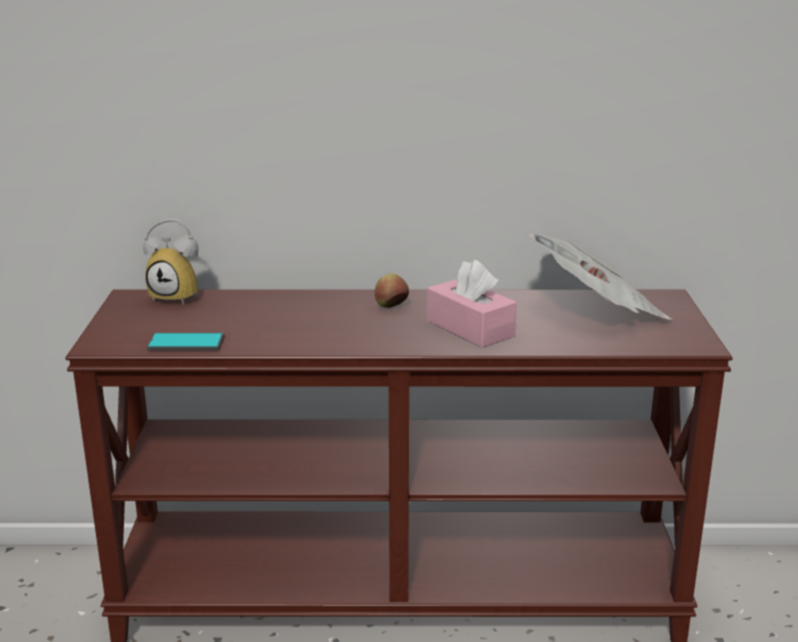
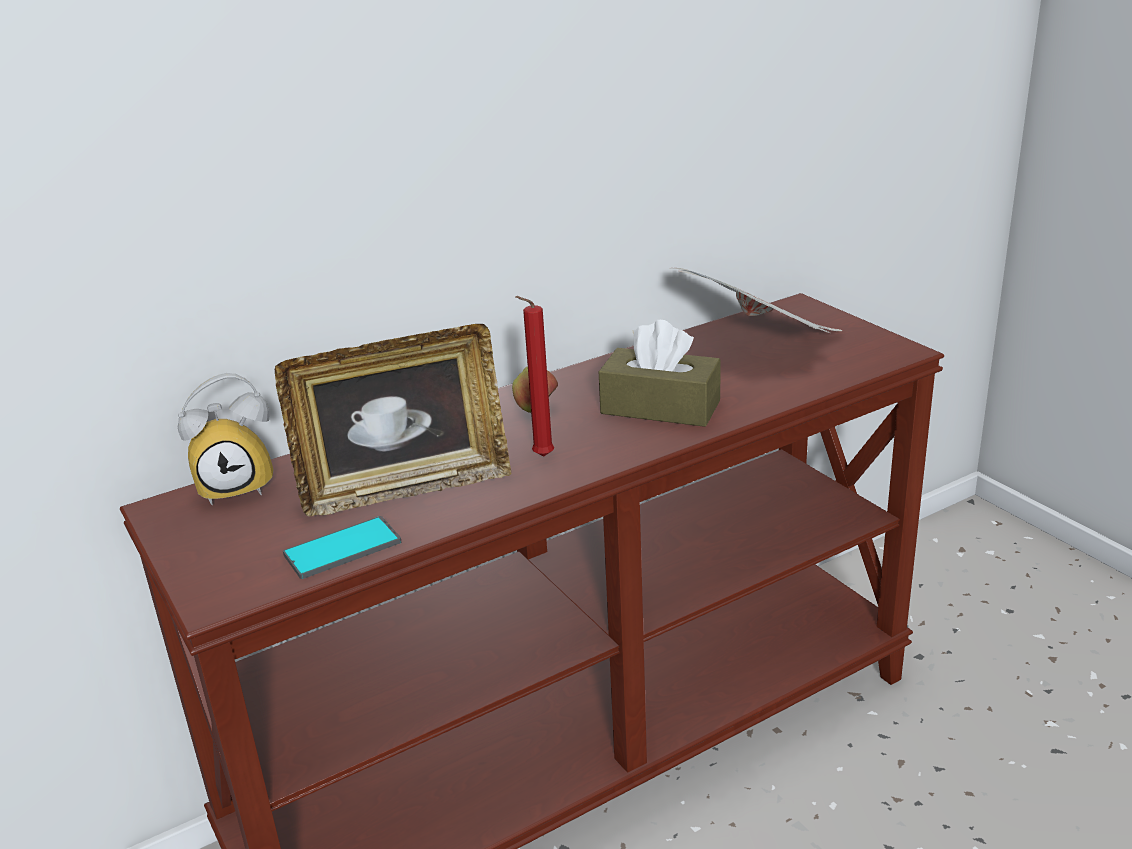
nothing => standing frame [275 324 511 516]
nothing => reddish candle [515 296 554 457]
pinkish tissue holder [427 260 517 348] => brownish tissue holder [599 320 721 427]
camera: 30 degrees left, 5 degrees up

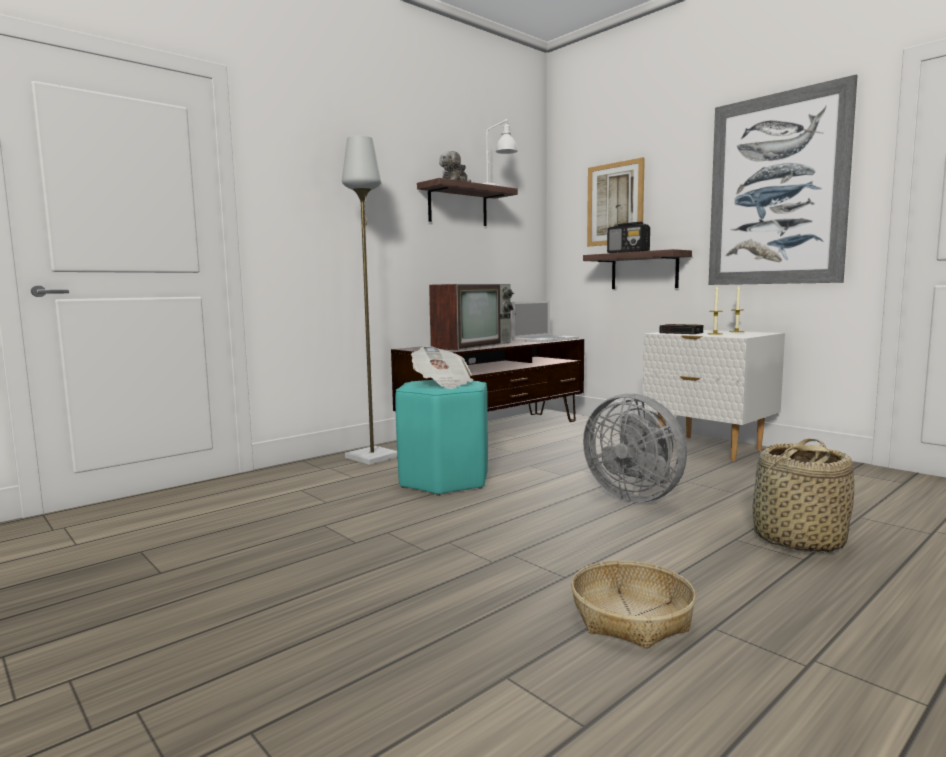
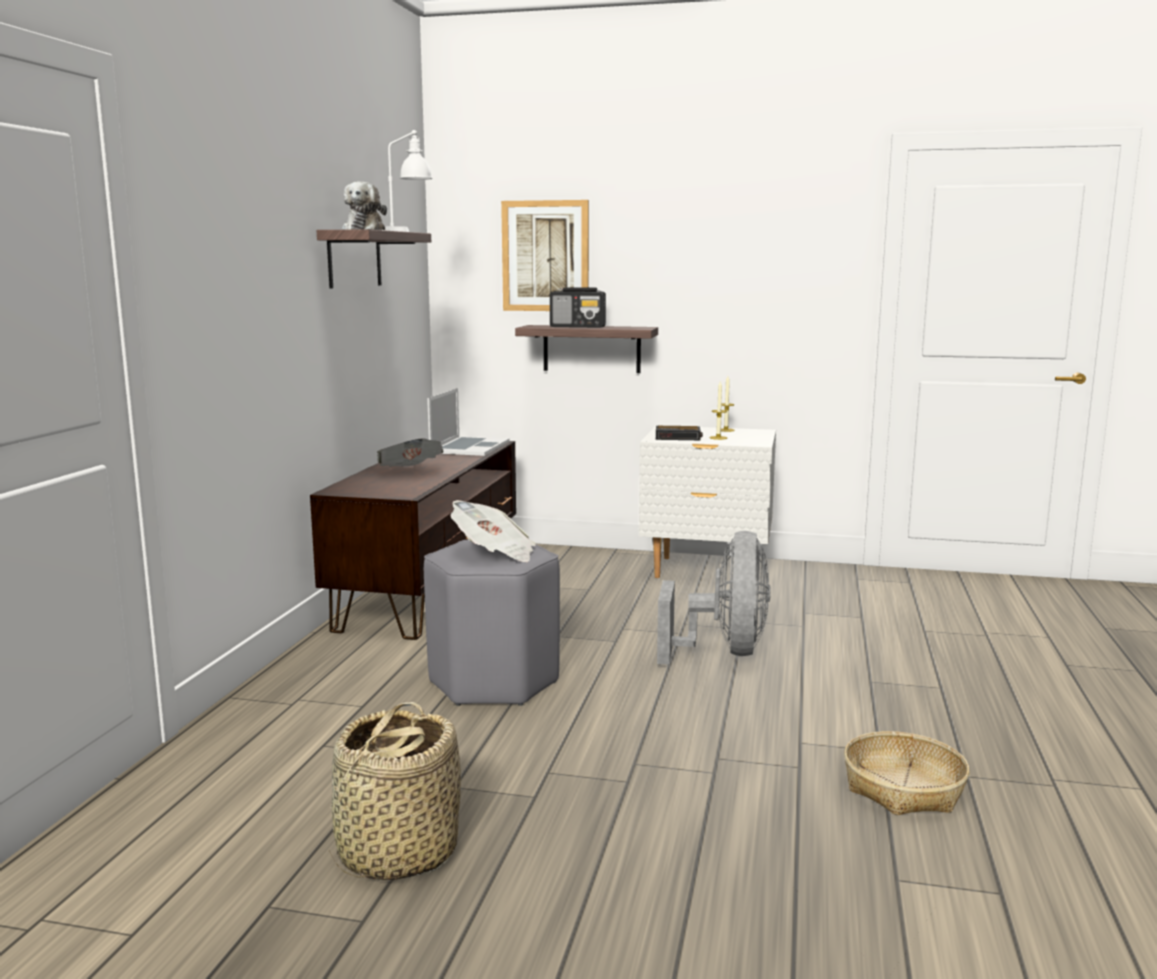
gray standing lamp [342 136 397 465] => nothing
picture [709 74 858 285] => nothing
basket [753 438 854 553] => basket [329 702 461 880], shifted
TV [429 284 514 350] => printed paper [377 439 444 467]
turquoise stool seat [395 380 488 496] => gray stool seat [424 540 560 706]
gray electric fan [583 394 687 502] => gray electric fan [657 531 771 665], 90 degrees counterclockwise
camera: 35 degrees left, 5 degrees up

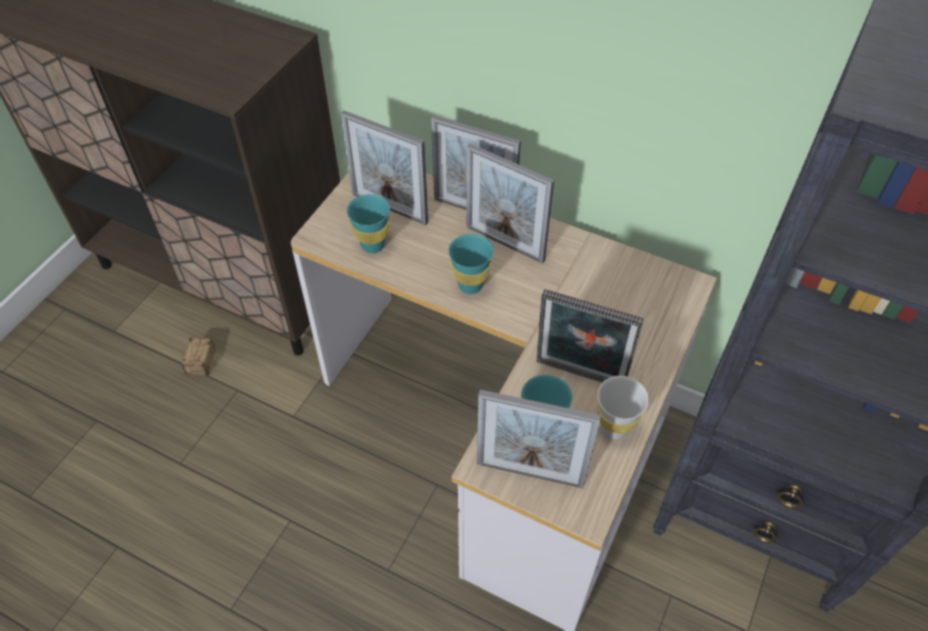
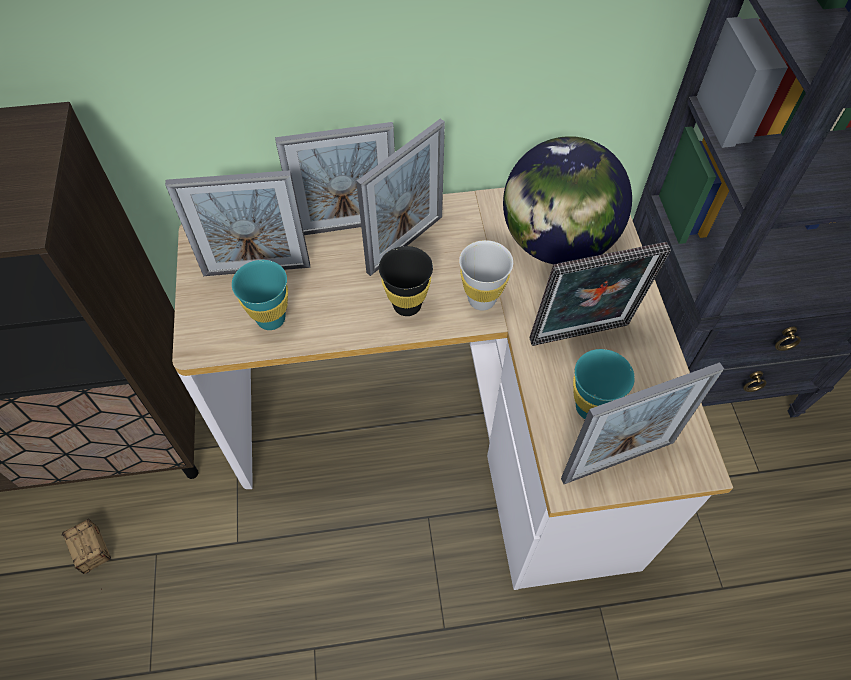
nothing => world globe [503 136 632 264]
whitish cup [597 376 649 440] => whitish cup [459 240 513 310], shifted
turquoise cup [448 234 494 294] => blackish cup [379 246 433 316]
standing frame [466 143 554 264] => standing frame [356 119 445 276], 45 degrees counterclockwise
camera: 35 degrees left, 5 degrees up

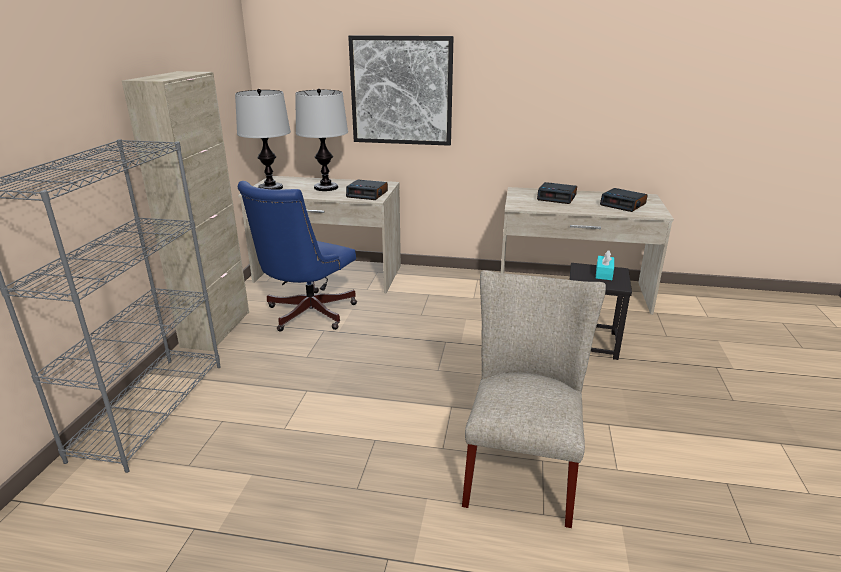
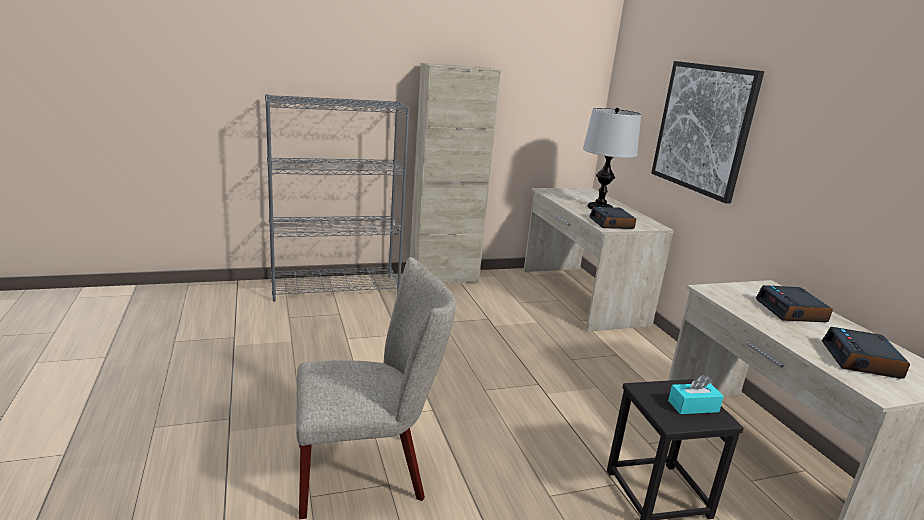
table lamp [235 89 291 190] => nothing
blue-coloured computer chair [238 181 357 332] => nothing
camera: 60 degrees right, 5 degrees down

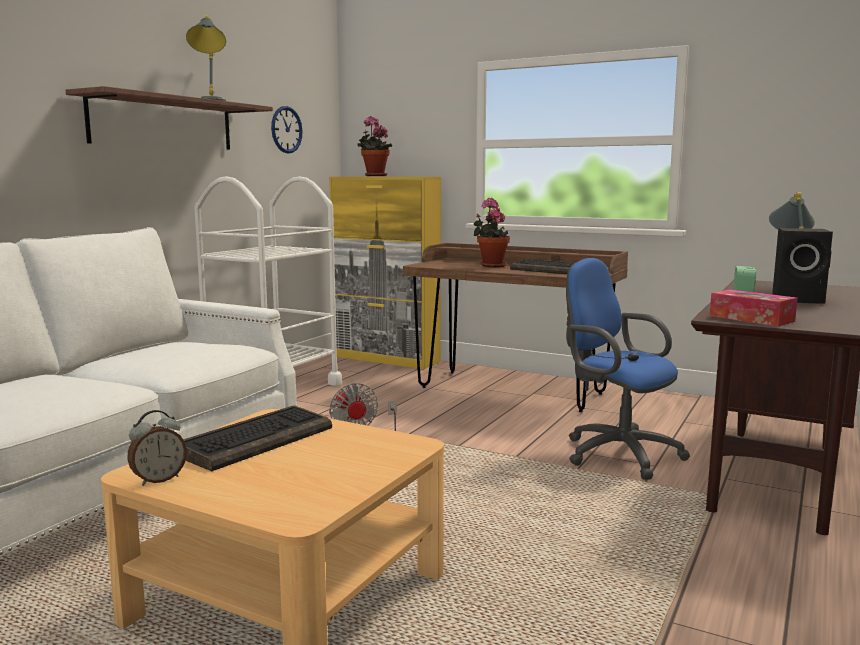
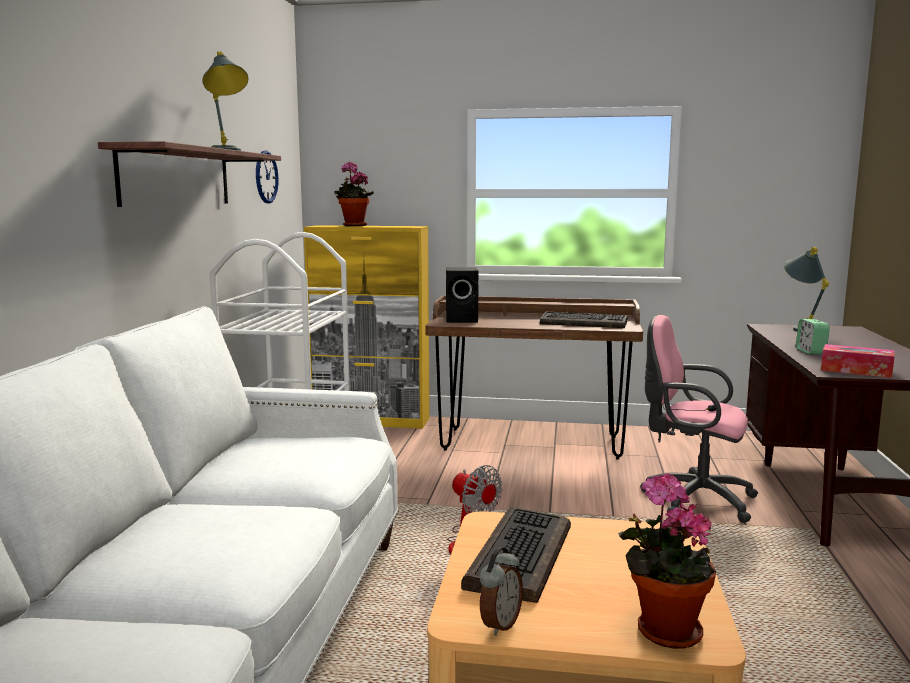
potted plant [474 198 510 267] => potted plant [618 473 716 649], shifted
blackish loudspeaker [772 228 833 304] => blackish loudspeaker [446 267 478 323], shifted
blue-coloured computer chair [566 258 690 480] => pinkish computer chair [640 315 758 523]
camera: 20 degrees left, 0 degrees up

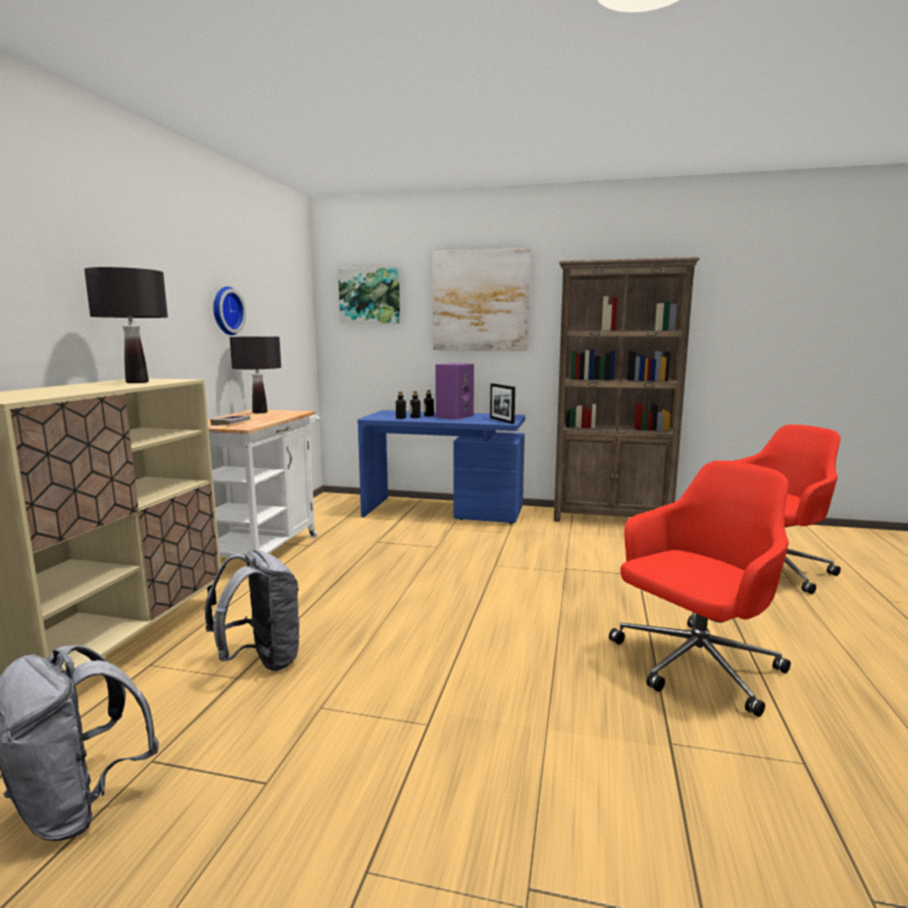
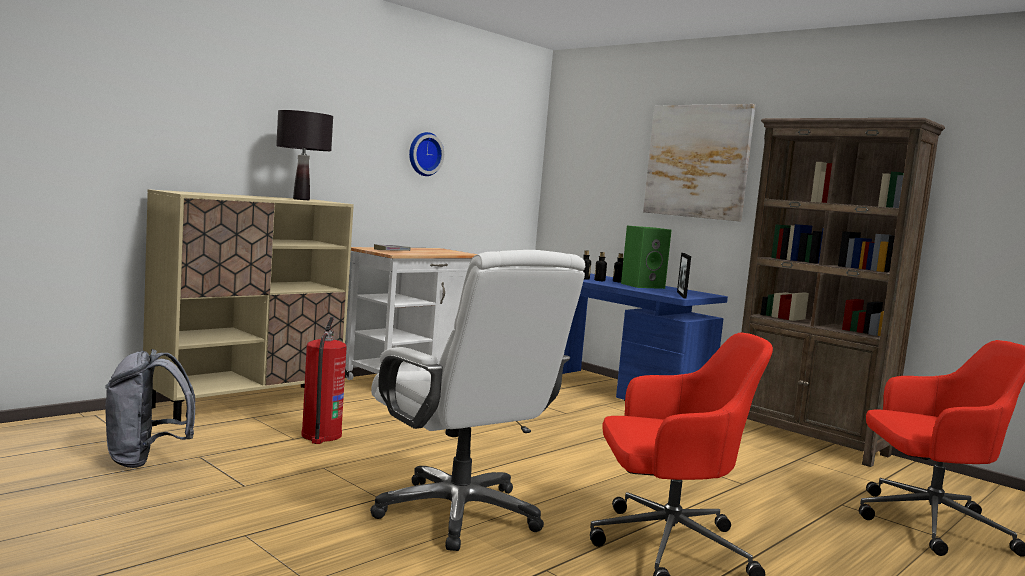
blackish table lamp [230 337 281 413] => nothing
picture [338 267 400 324] => nothing
nothing => whitish computer chair [370 250 585 551]
gray backpack [205 549 301 671] => fire-fighting cylinder [301 317 347 444]
purplish loudspeaker [435 363 474 420] => green loudspeaker [621 226 672 289]
camera: 30 degrees right, 5 degrees down

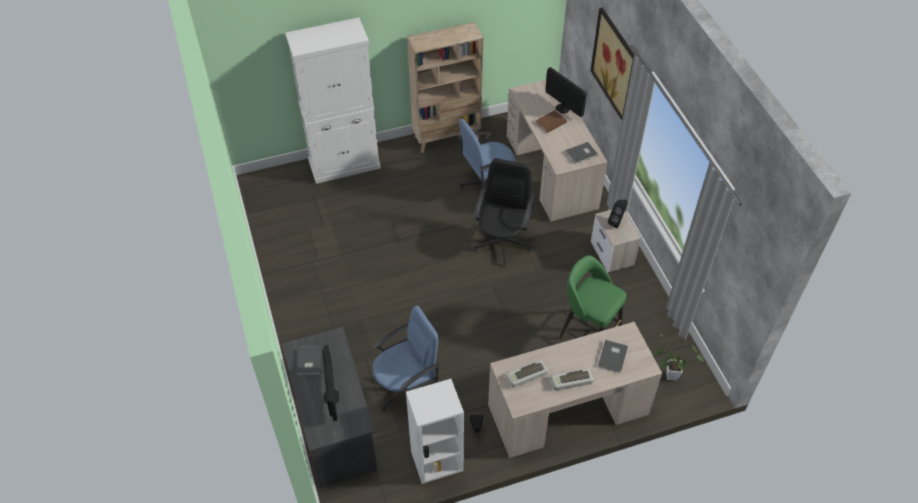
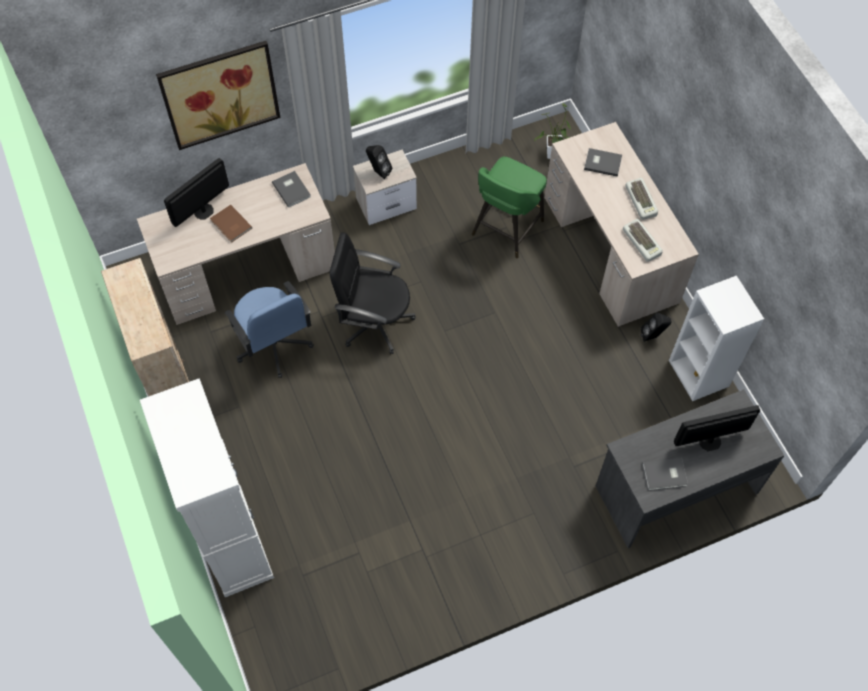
blue-coloured computer chair [373 305 440 412] => nothing
camera: 95 degrees left, 10 degrees up

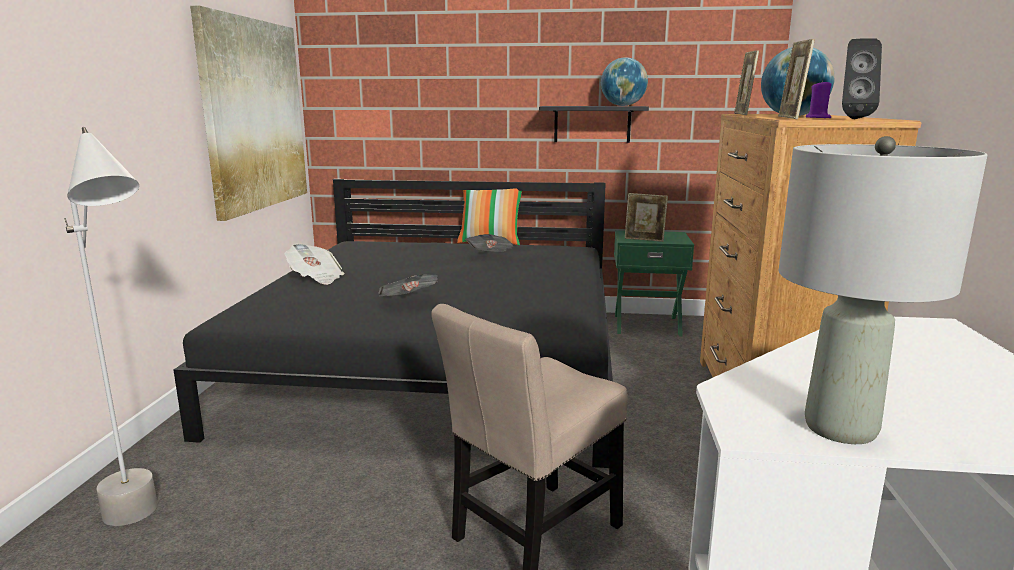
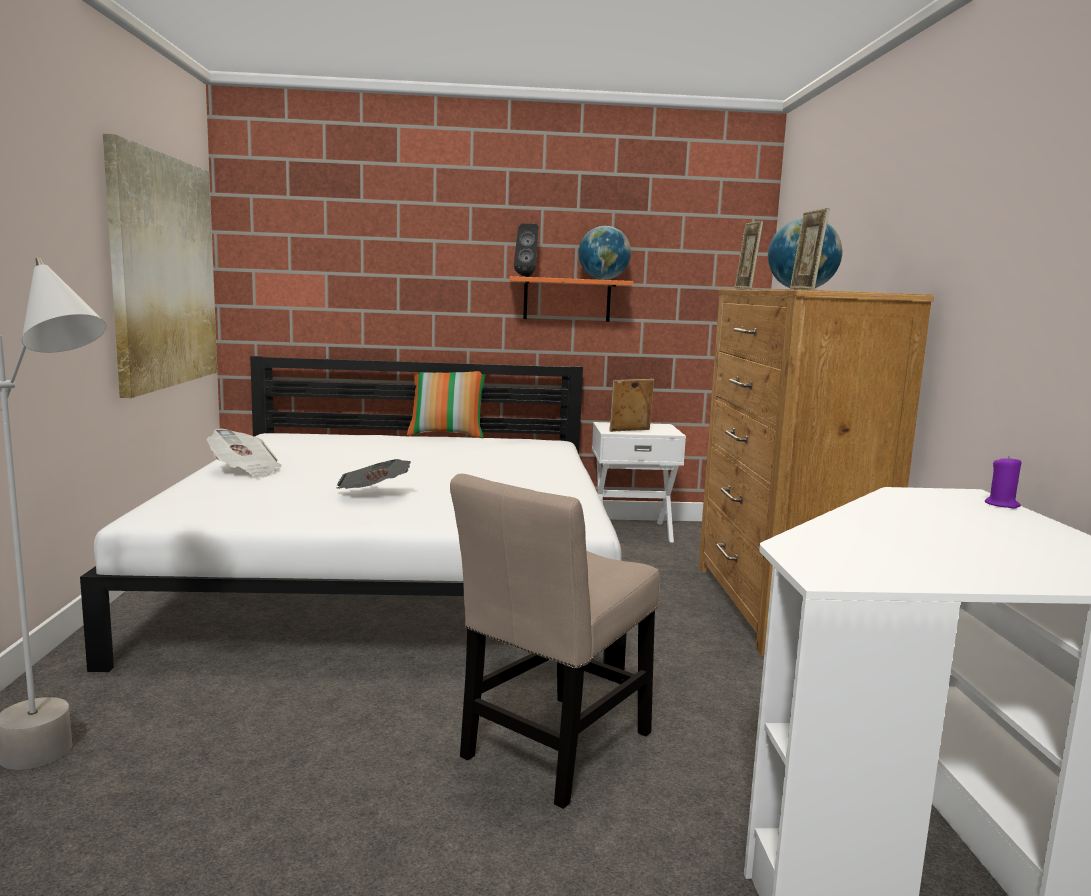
printed paper [465 234 514 252] => nothing
gray table lamp [779 136 988 444] => nothing
purplish candle [806 80 831 118] => purplish candle [985 456 1021 509], shifted
blackish loudspeaker [842 38 882 119] => blackish loudspeaker [514 224 538 277], shifted
blackish bedroom bed [174 179 613 468] => whitish bedroom bed [80 356 626 672]
blackish wall shelf [539 106 649 143] => orange wall shelf [509 276 633 322]
green night table [614 231 694 337] => whitish night table [592 422 686 542]
standing frame [625 193 668 242] => standing frame [609 379 654 432], 150 degrees clockwise
camera: 10 degrees left, 5 degrees down

